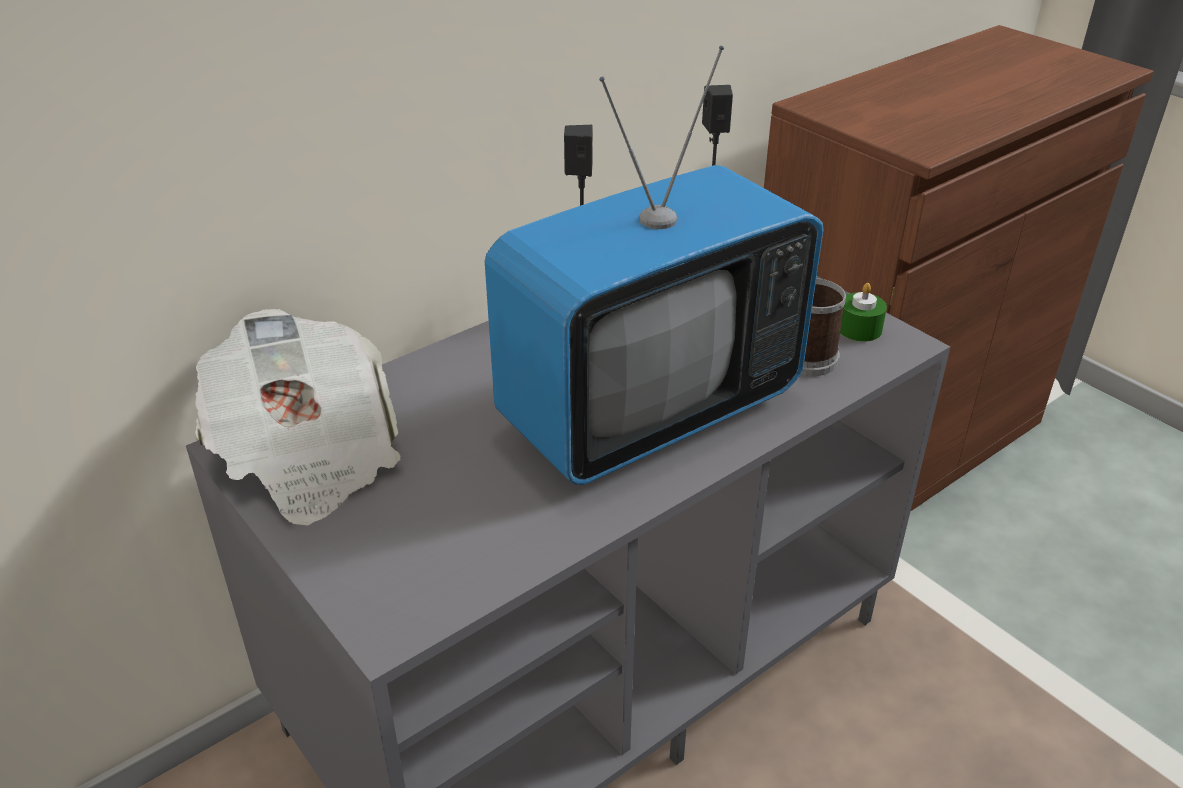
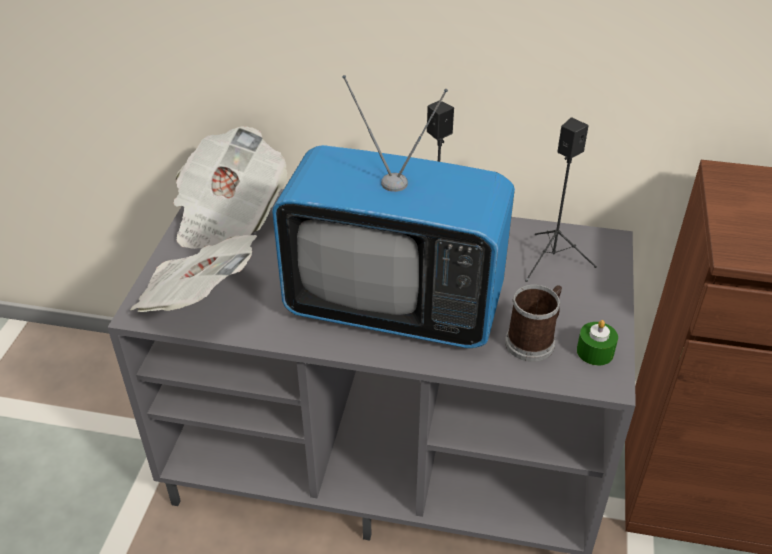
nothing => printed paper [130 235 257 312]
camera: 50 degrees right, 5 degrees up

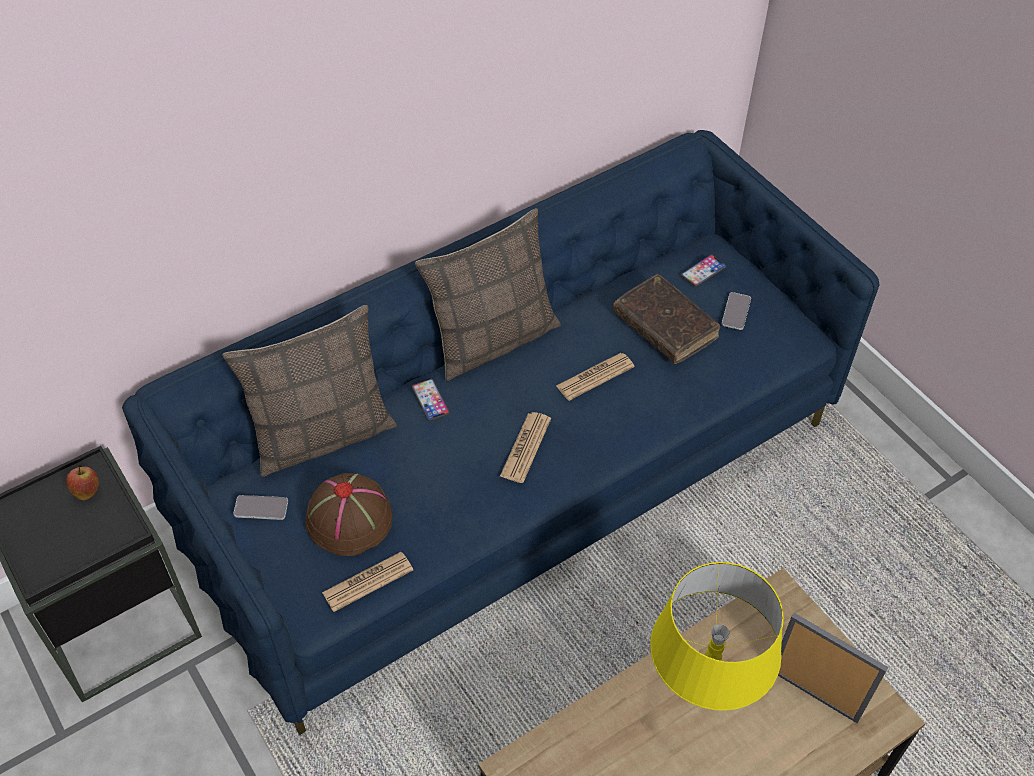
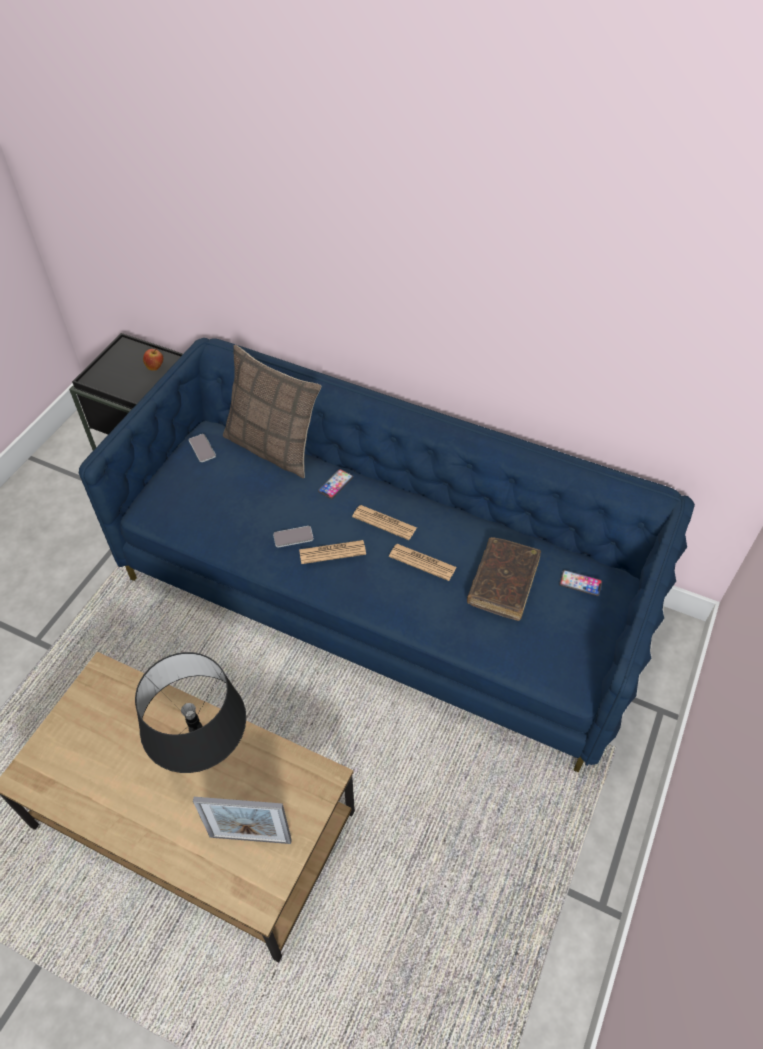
brownish clothing hat [305 473 392 556] => nothing
cushion [415 208 561 381] => nothing
printed paper [322 552 413 612] => printed paper [352 505 417 540], shifted
handset [722 292 751 330] => handset [273 526 314 547], shifted
yellowish table lamp [650 562 784 711] => blackish table lamp [135 652 246 773]
standing frame [778 613 889 723] => standing frame [193 797 292 844], 90 degrees clockwise
camera: 60 degrees right, 0 degrees up

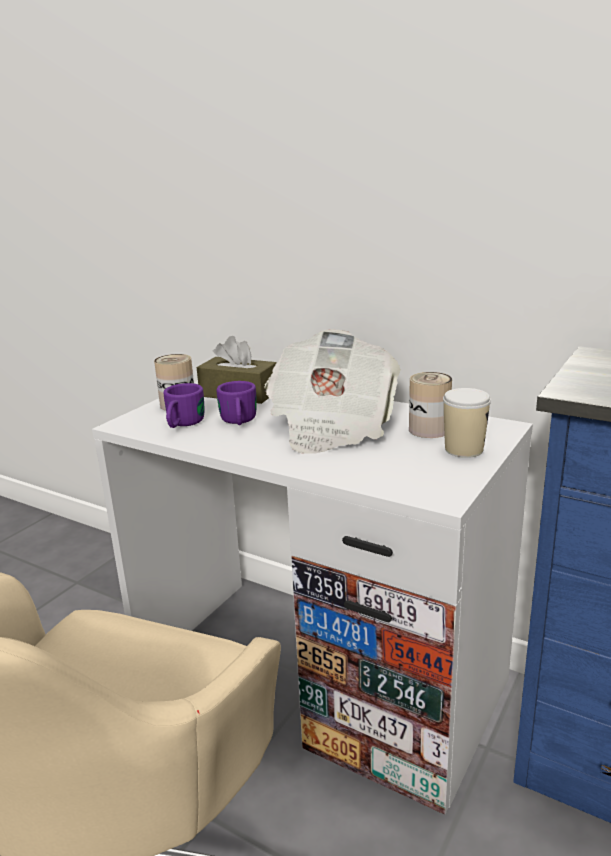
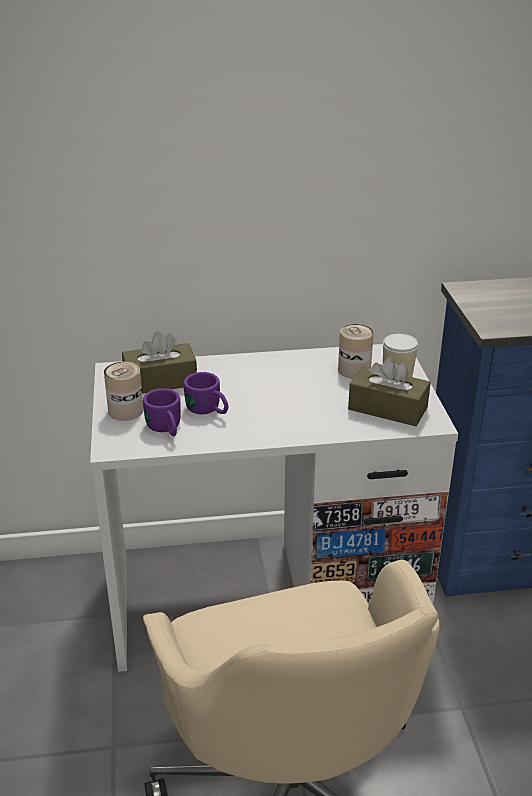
printed paper [264 329 401 454] => nothing
nothing => brownish tissue holder [348 357 431 426]
camera: 40 degrees left, 10 degrees up

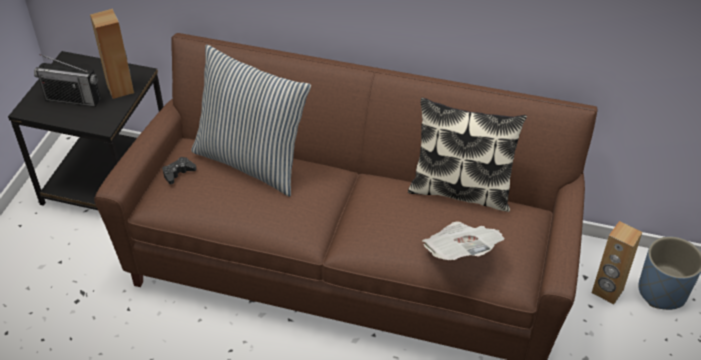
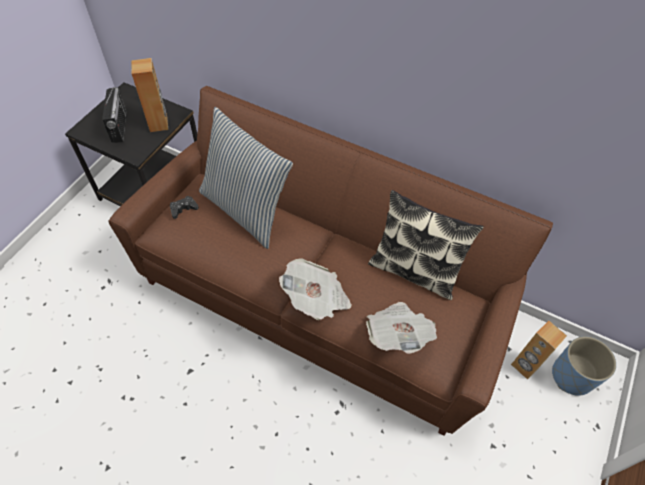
nothing => printed paper [279 258 352 320]
radio [34 54 100 107] => radio [102 87 127 143], 120 degrees counterclockwise
camera: 10 degrees right, 10 degrees up

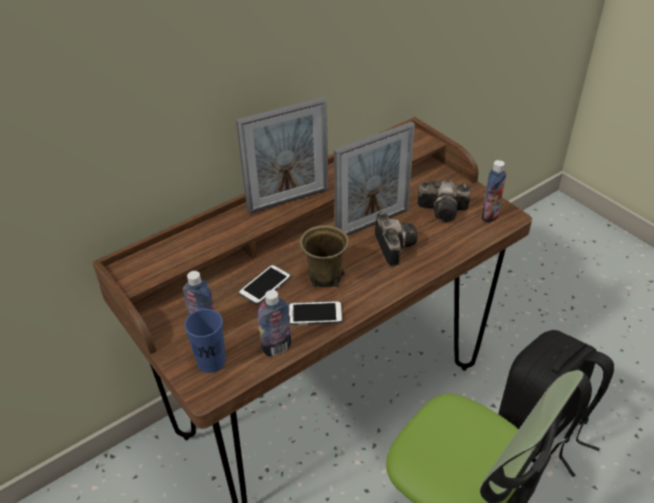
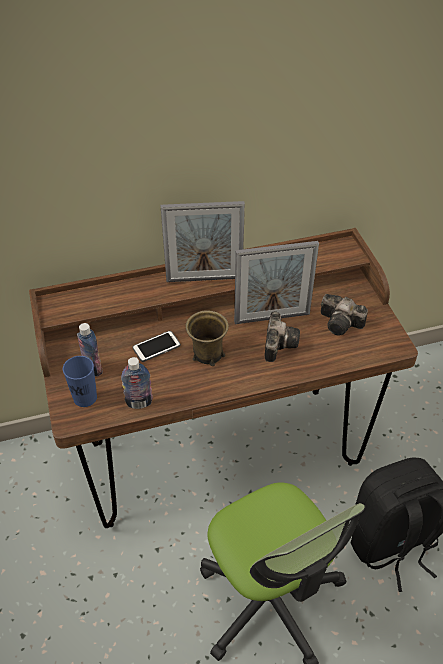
handset [288 301 343 325] => nothing
beverage bottle [482 160 507 223] => nothing
camera: 20 degrees right, 5 degrees up

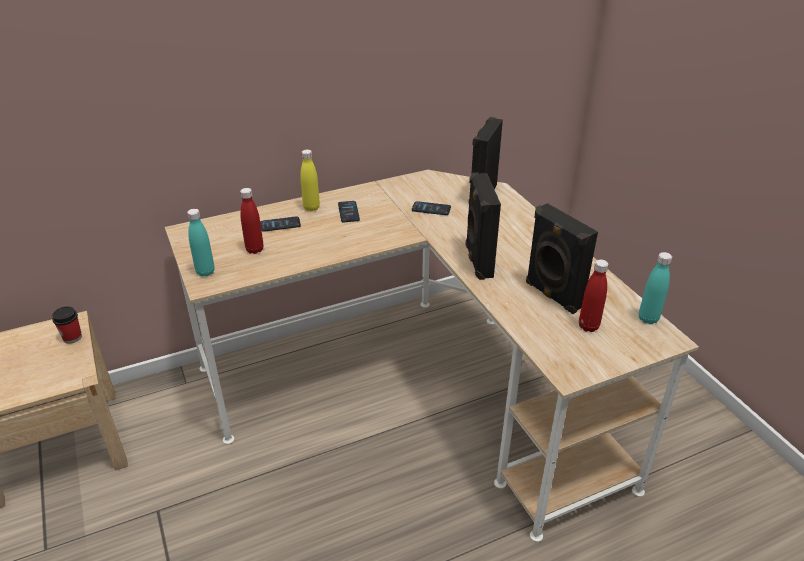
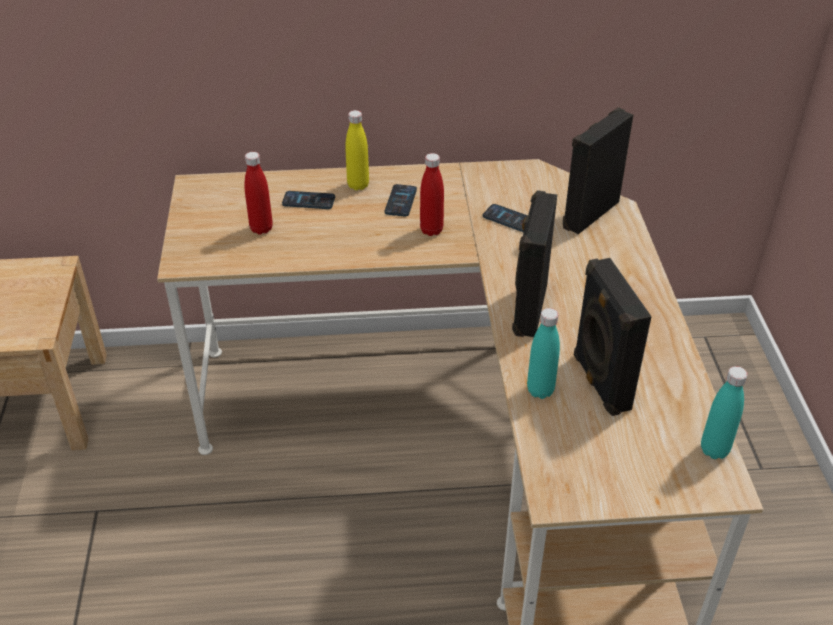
cup [52 306 82 344] => nothing
turquoise beverage bottle [187 209 215 277] => turquoise beverage bottle [527 308 560 399], shifted
reddish beverage bottle [579 259 609 332] => reddish beverage bottle [420 153 444 236], shifted
camera: 20 degrees right, 5 degrees up

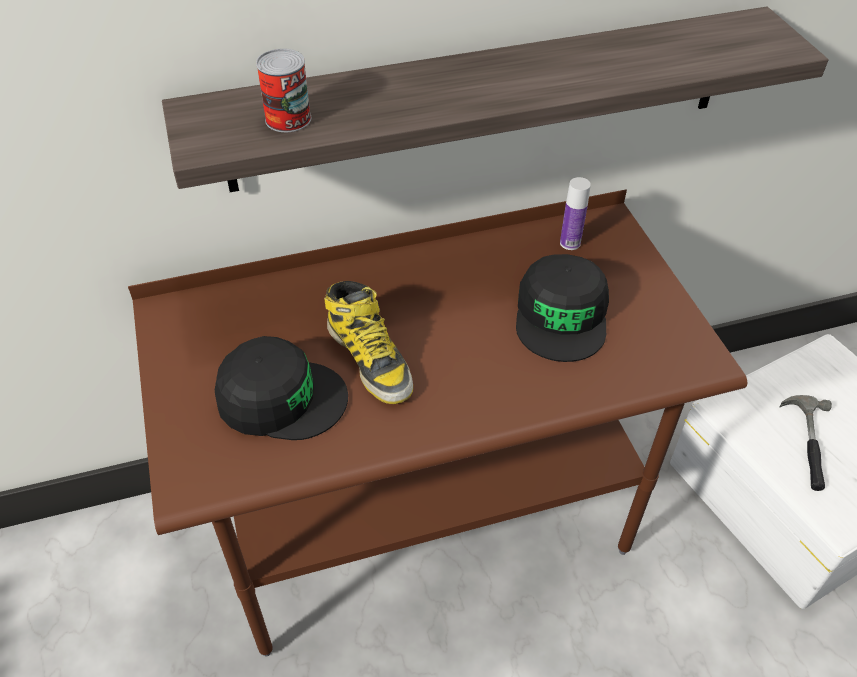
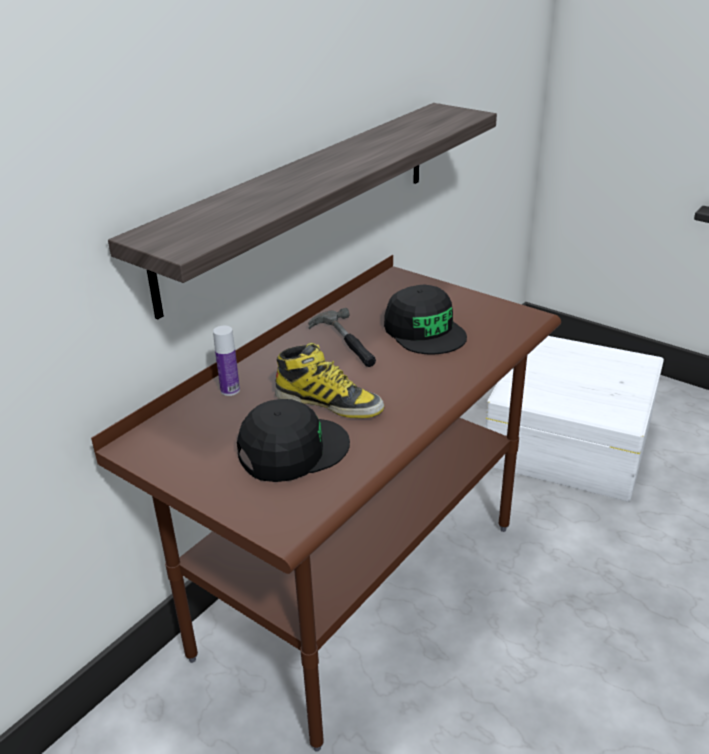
can [256 48 311 132] => nothing
beverage bottle [560 177 591 250] => beverage bottle [213 326 240 396], shifted
hand hammer [779 395 832 491] => hand hammer [308 308 376 367], shifted
camera: 35 degrees left, 15 degrees down

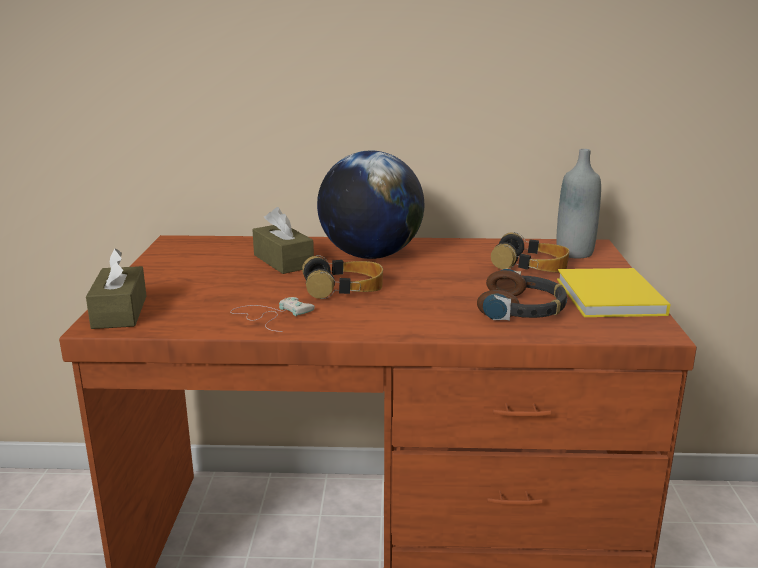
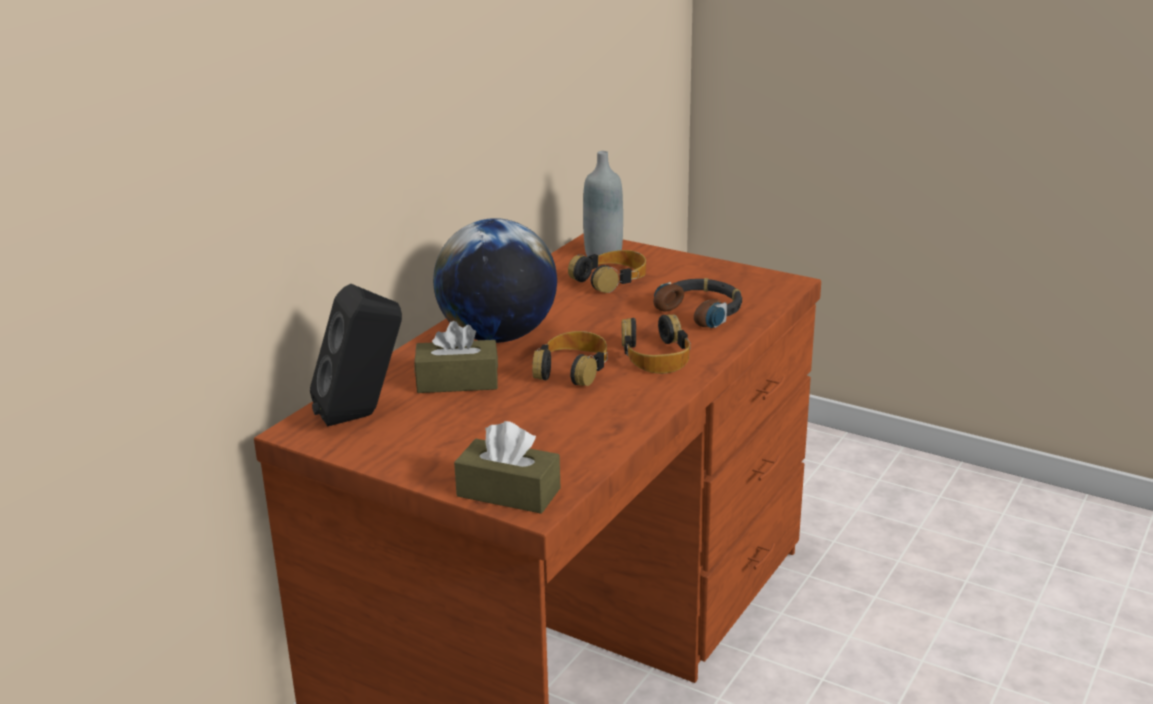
whitish game controller [230 297 315 332] => nothing
yellowish book [557 268 671 317] => nothing
nothing => blackish loudspeaker [310 284 402 426]
nothing => pair of headphones [622 314 691 374]
camera: 60 degrees left, 5 degrees up

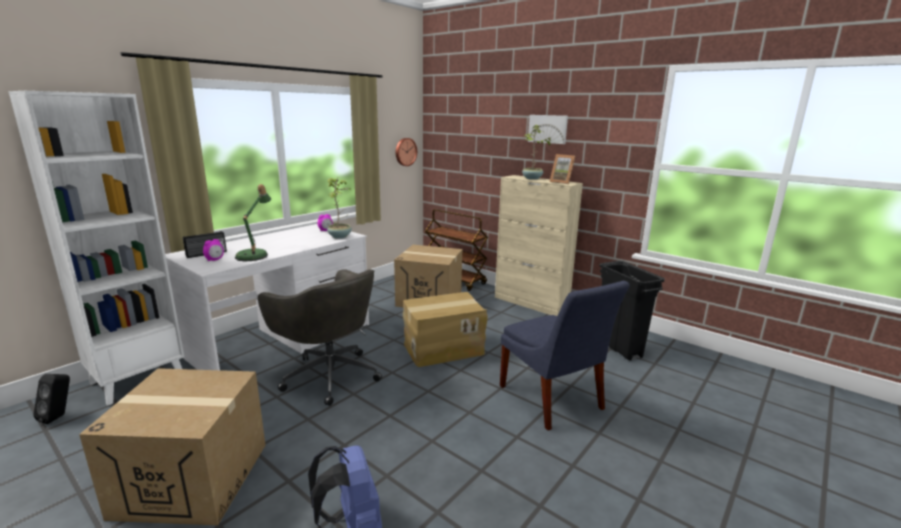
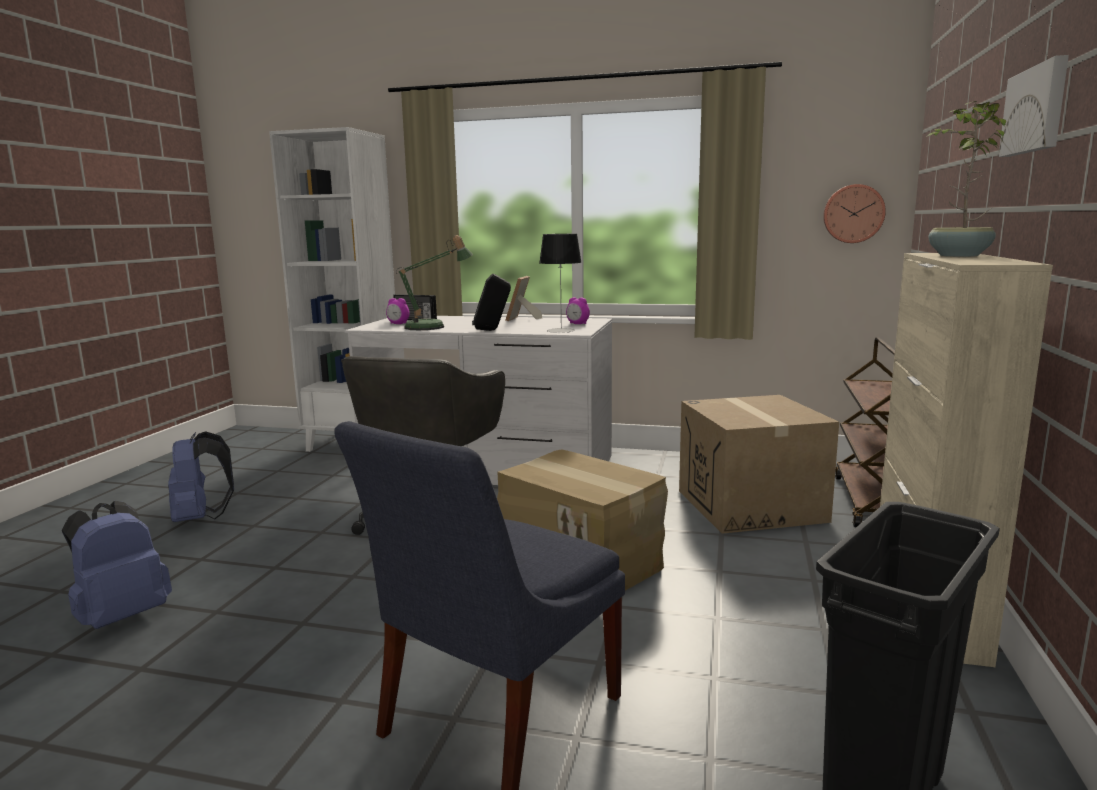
blackish loudspeaker [33 374 70 424] => blackish loudspeaker [472 274 511 331], shifted
standing frame [549 154 575 184] => standing frame [506 276 542 321], shifted
cardboard box [79 368 266 525] => blue-coloured backpack [168 431 234 522]
potted plant [327 178 352 239] => table lamp [540 234 582 333]
camera: 65 degrees right, 5 degrees down

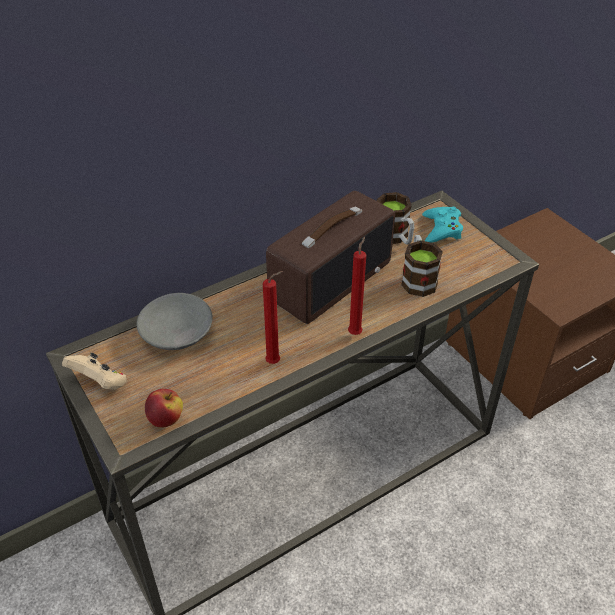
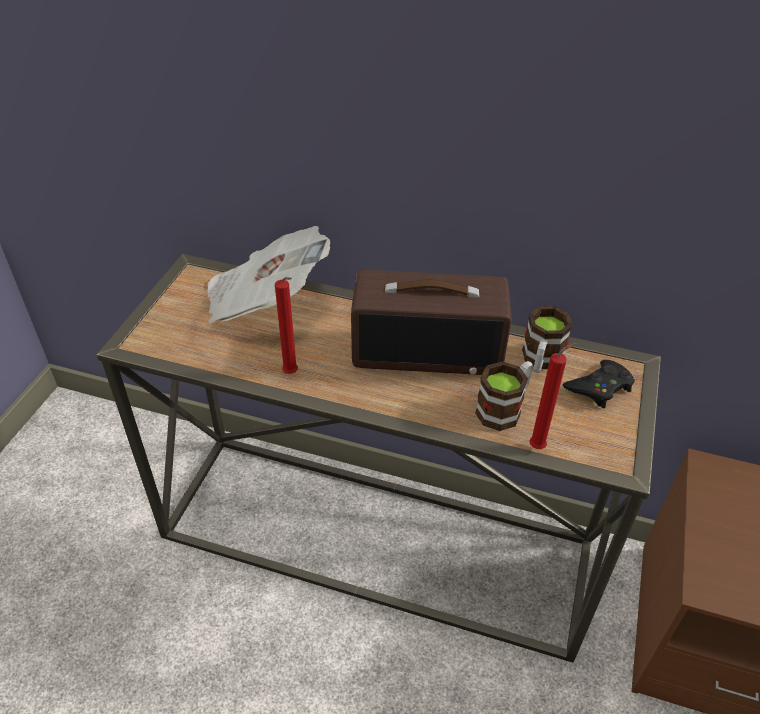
sand-coloured game controller [62 353 127 390] => nothing
apple [145 389 183 427] => nothing
reddish candle [348 237 366 335] => reddish candle [529 343 577 449], shifted
gray serving bowl [136 293 213 350] => printed paper [207 226 330 324]
turquoise game controller [422 207 463 243] => blackish game controller [563 360 635 409]
camera: 50 degrees right, 0 degrees up

